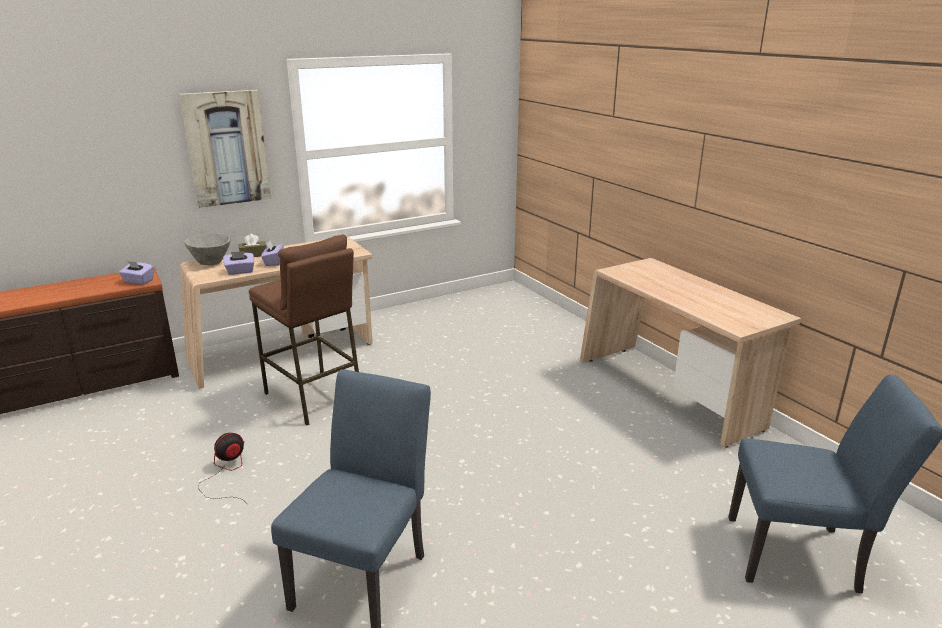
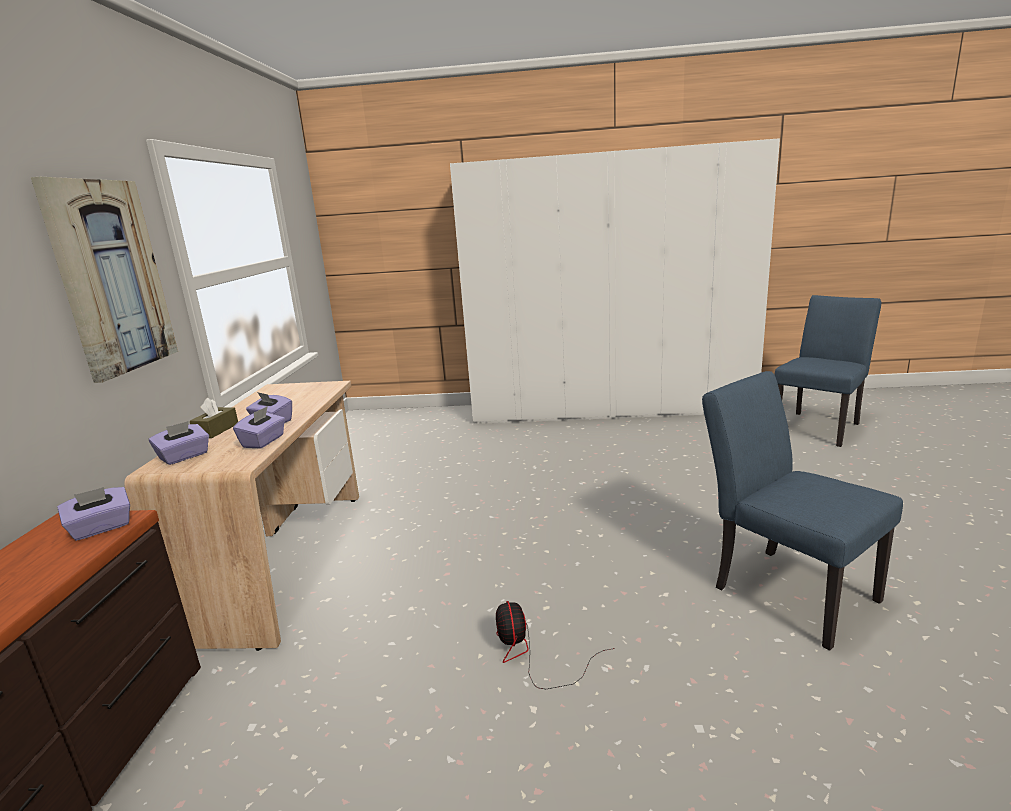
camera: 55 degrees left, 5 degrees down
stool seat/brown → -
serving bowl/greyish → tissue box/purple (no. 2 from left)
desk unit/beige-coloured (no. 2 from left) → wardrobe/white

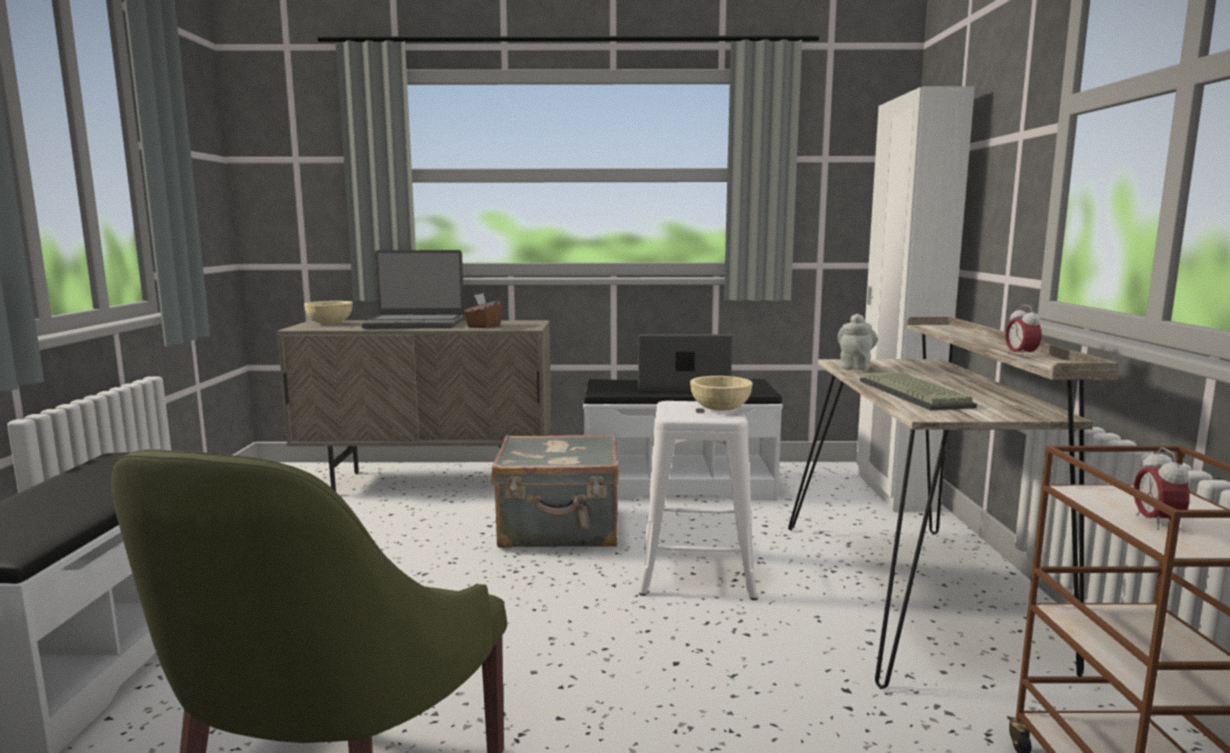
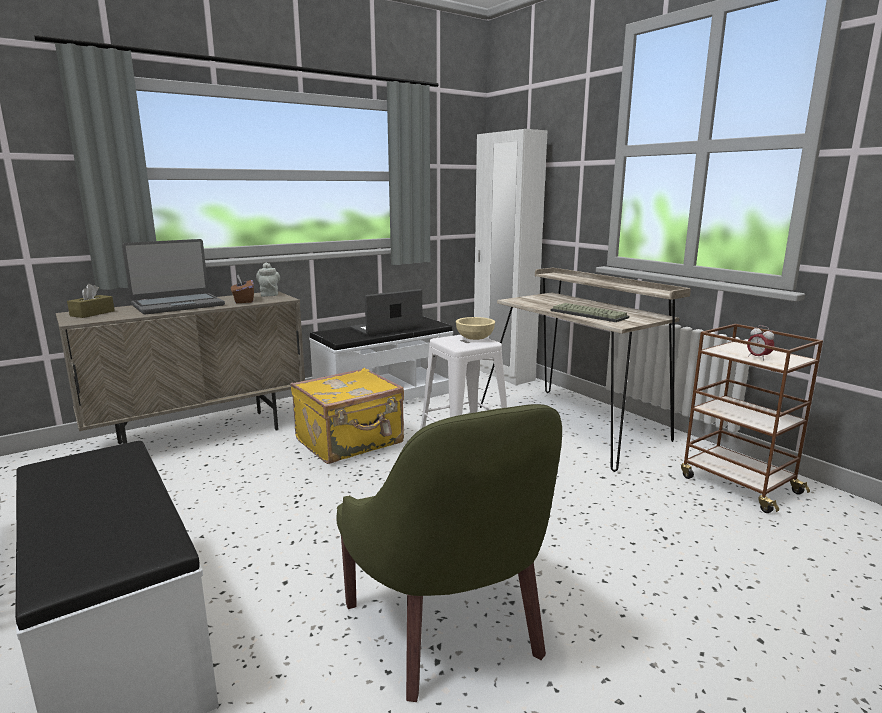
camera: 35 degrees left, 5 degrees up
table clock (no. 1 from left) → -
tea pot/greyish, relocated
serving bowl/beige-coloured (no. 1 from left) → tissue box/brown (no. 1 from left)
travel case/greyish → travel case/yellow-coloured

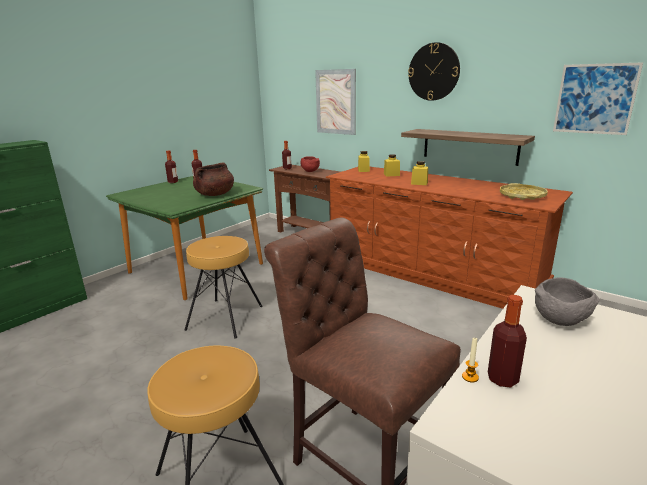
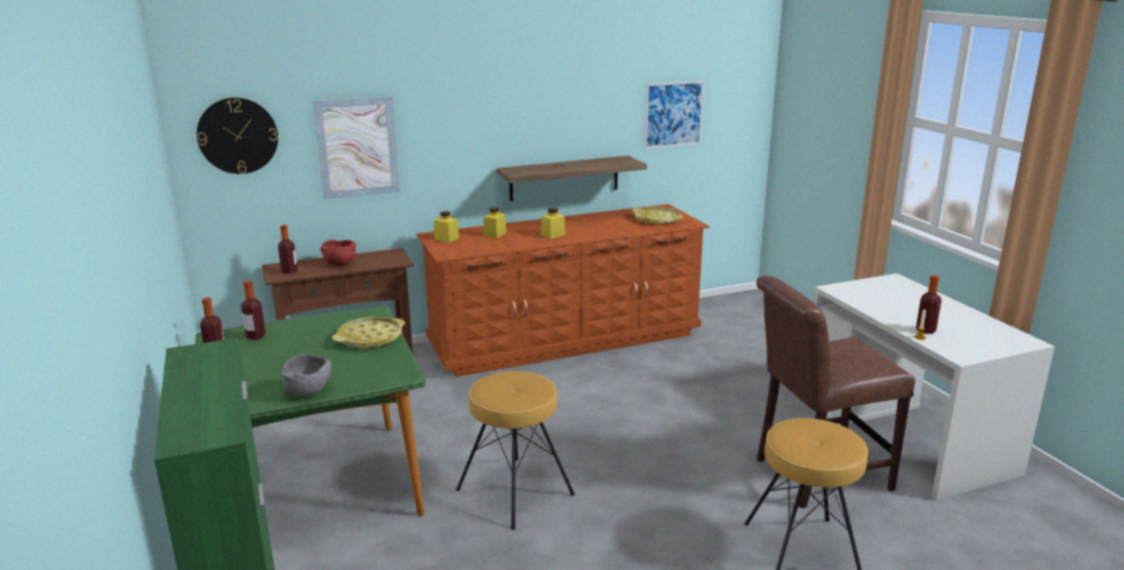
camera: 60 degrees left, 0 degrees up
hanging clock, relocated
serving bowl/greyish, relocated
cooking pot/brown → carrying tray/yellow-coloured (no. 1 from left)

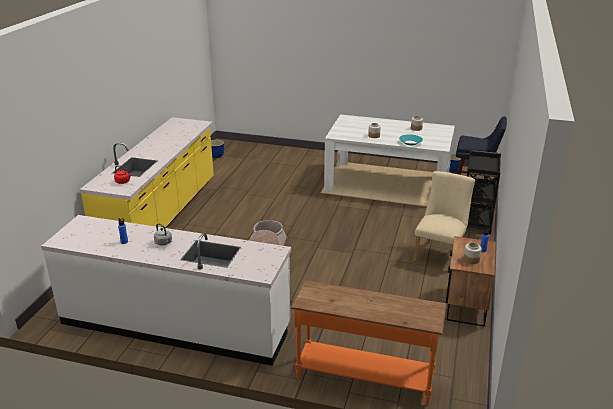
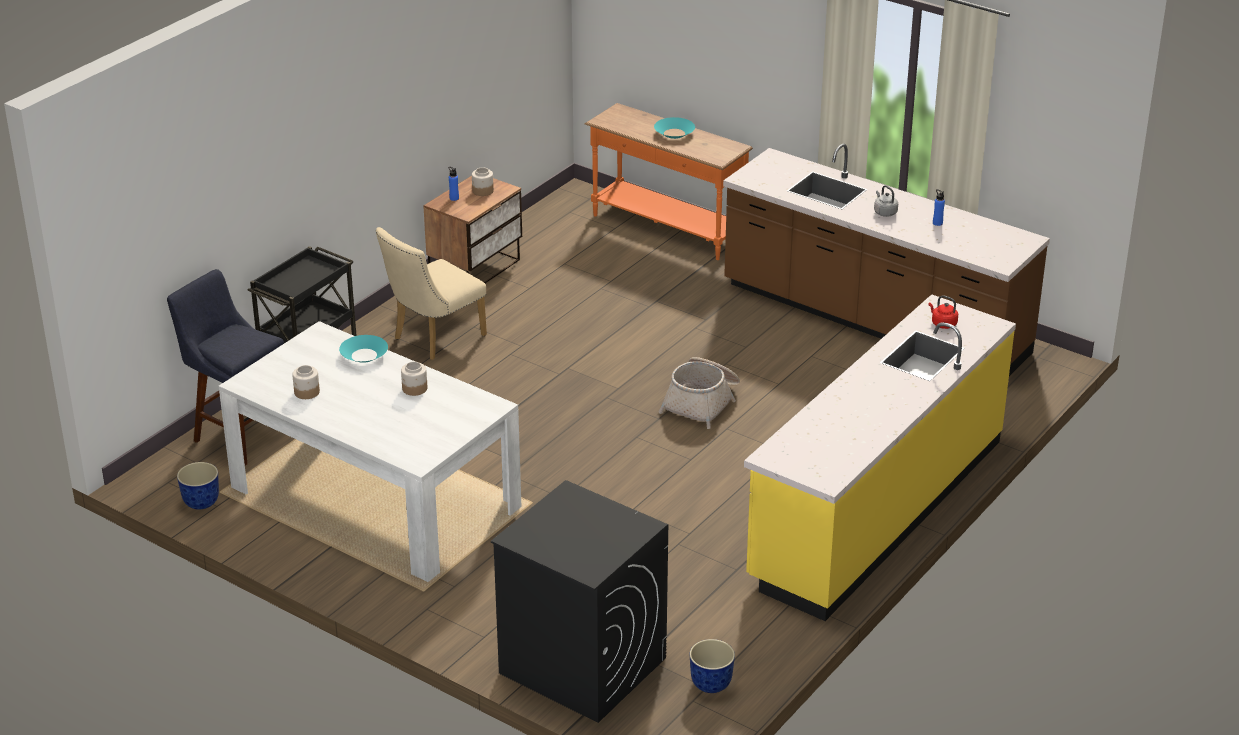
camera: 160 degrees left, 5 degrees up
- → washing machine/blackish
- → serving bowl/blue-green (no. 2 from left)
kitchen counter/white → kitchen counter/brown

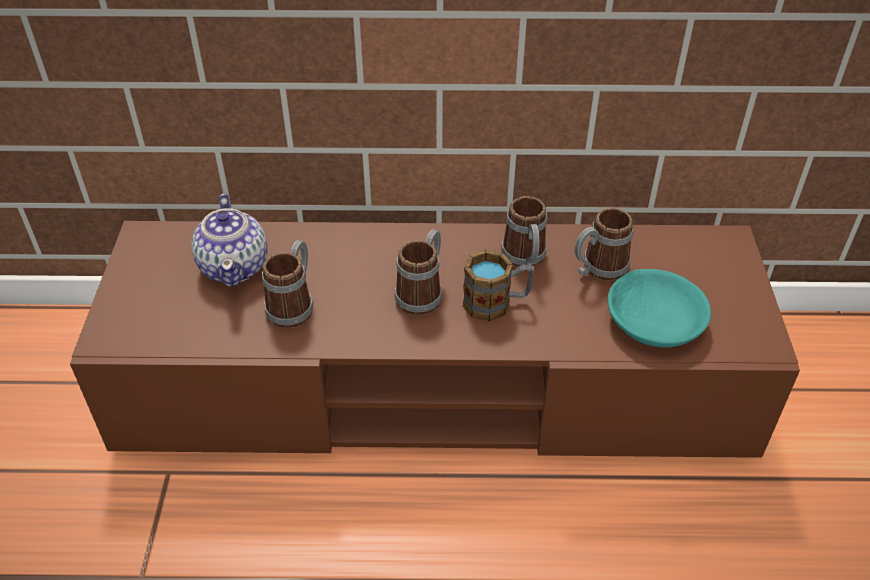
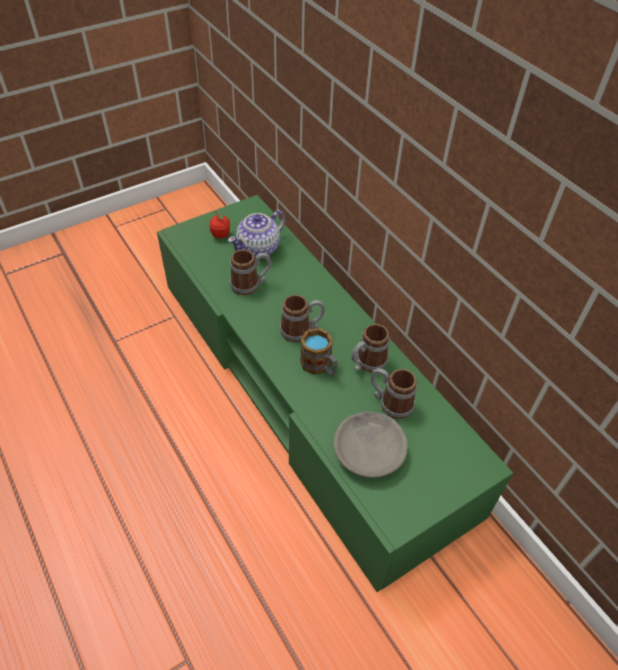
camera: 55 degrees right, 5 degrees up
- → apple fruit
tv stand/brown → tv stand/greenish
serving bowl/blue-green → serving bowl/greyish

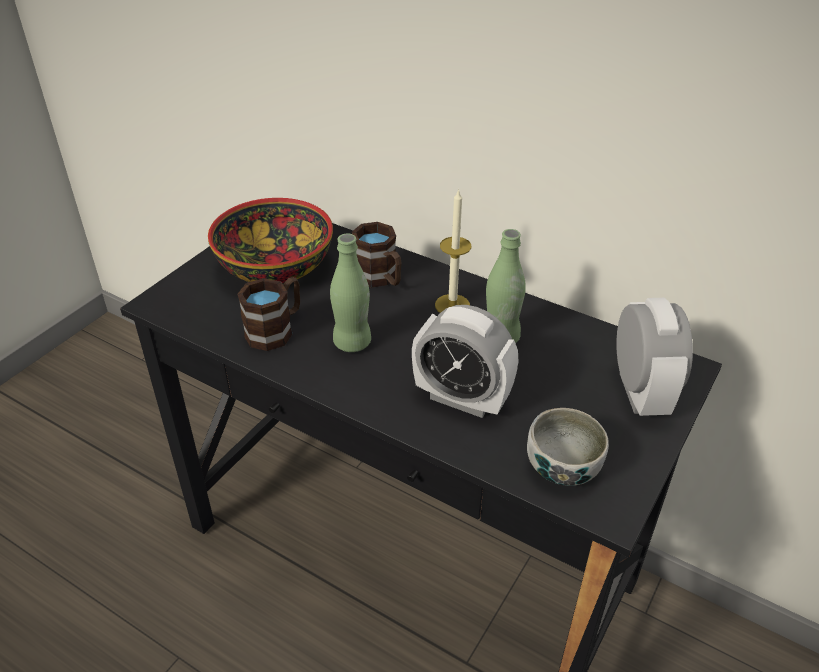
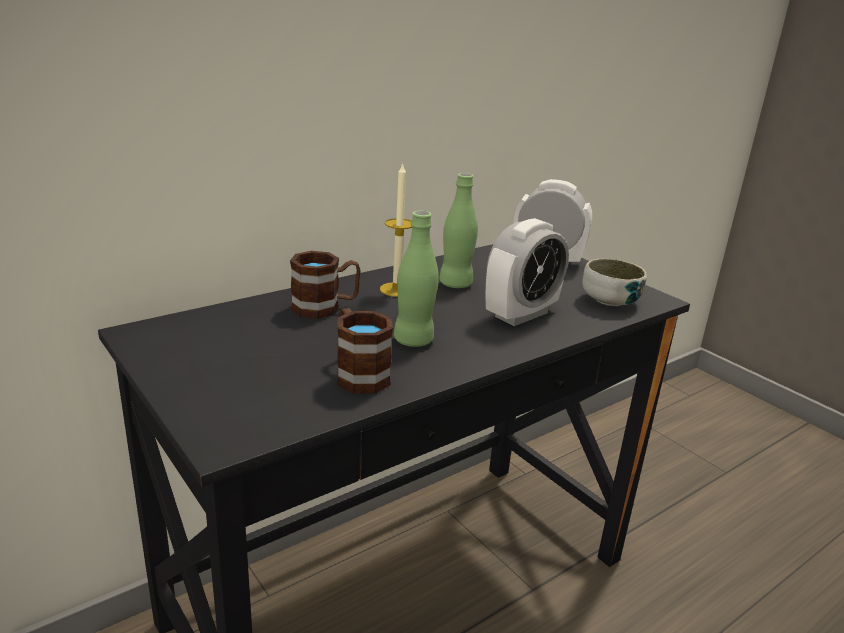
camera: 70 degrees left, 15 degrees down
serving bowl (no. 1 from left) → -

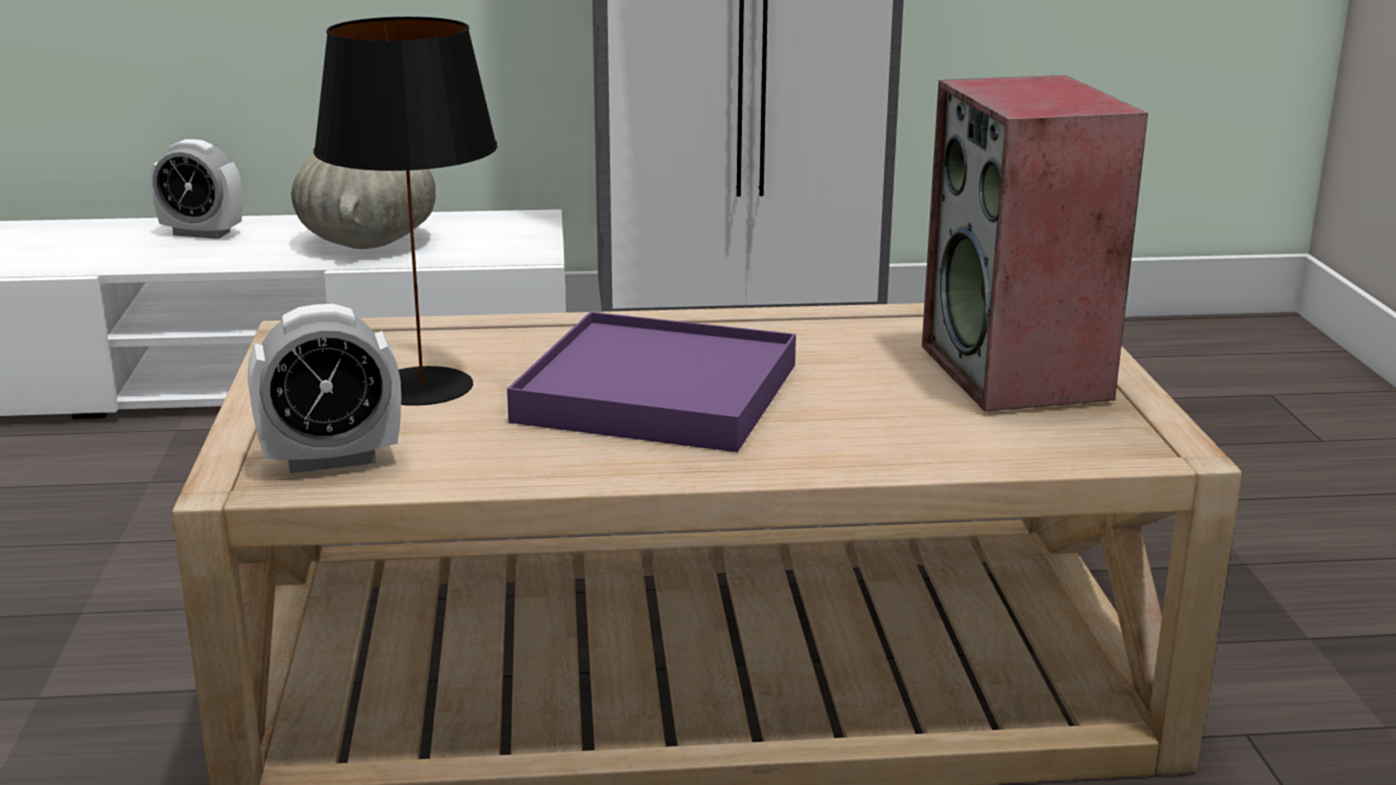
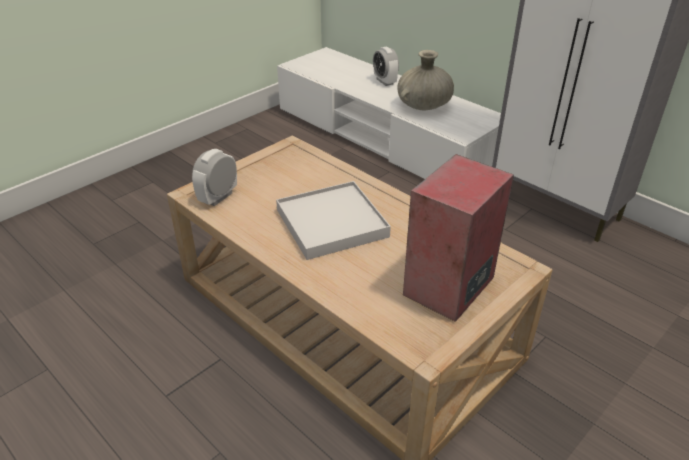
camera: 50 degrees right, 15 degrees up
lamp for a table/blackish → -
carrying tray/purple → carrying tray/white
table clock (no. 2 from left in the first image) → table clock (no. 1 from left), 90 degrees clockwise

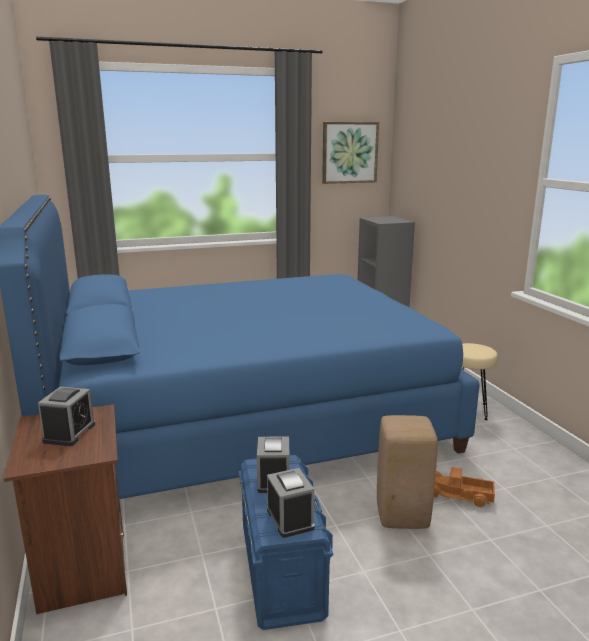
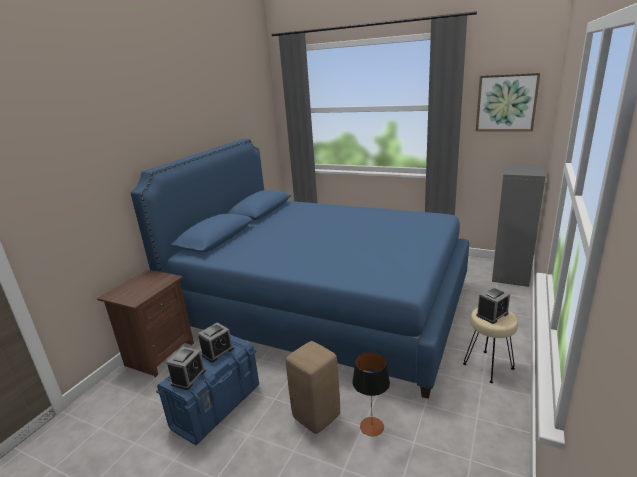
camera: 45 degrees right, 5 degrees up
table clock (no. 1 from left in the first image) → table clock (no. 3 from left), relocated
toy lorry → lamp for a table

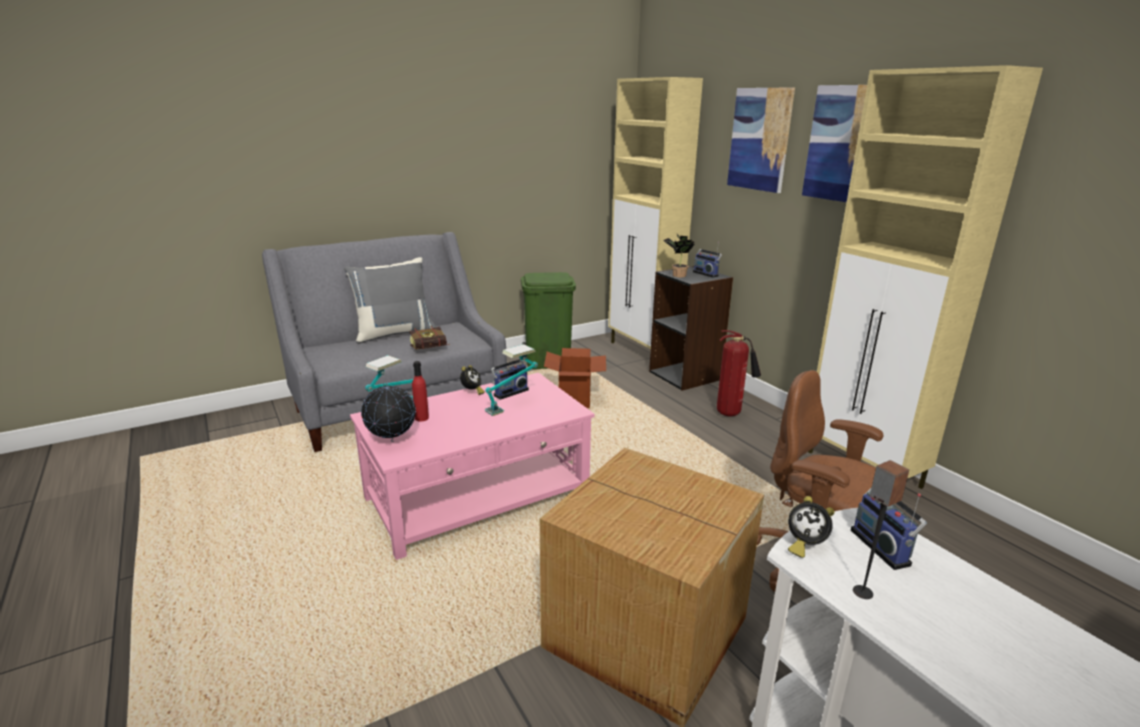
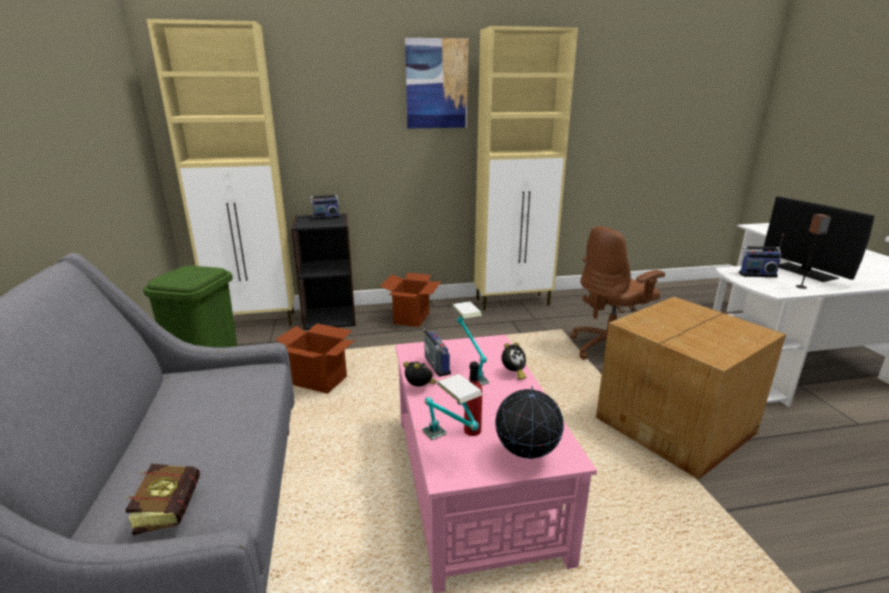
camera: 70 degrees left, 0 degrees up
pillow/greyish → -
houseplant → -
wall picture (no. 1 from left) → -
- → computer display
bound book, relocated
table clock (no. 2 from left), relocated
fire-fighting cylinder → cardboard box (no. 2 from left)

